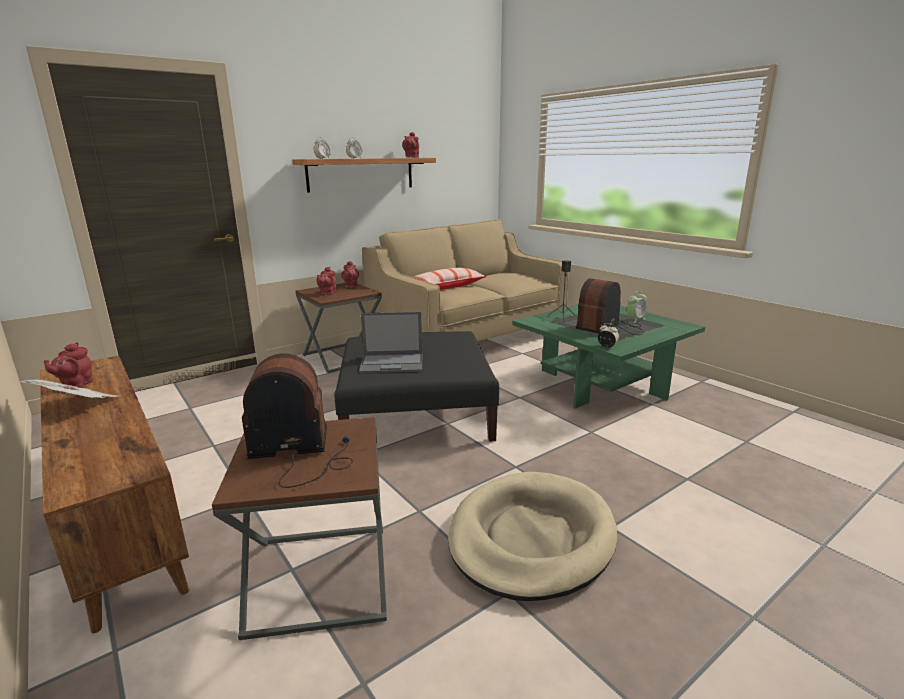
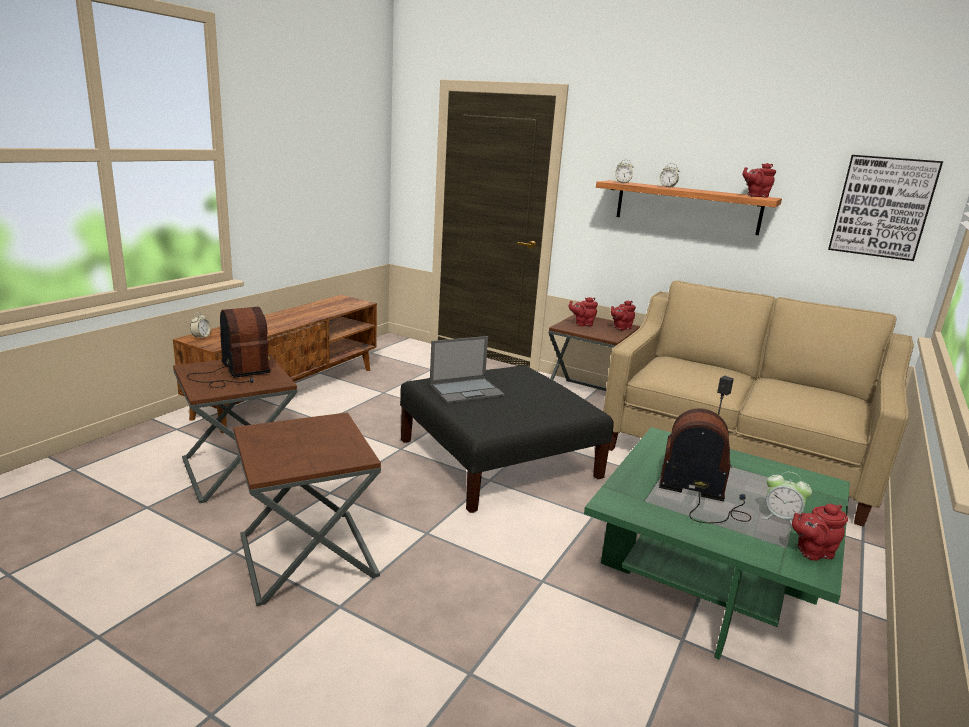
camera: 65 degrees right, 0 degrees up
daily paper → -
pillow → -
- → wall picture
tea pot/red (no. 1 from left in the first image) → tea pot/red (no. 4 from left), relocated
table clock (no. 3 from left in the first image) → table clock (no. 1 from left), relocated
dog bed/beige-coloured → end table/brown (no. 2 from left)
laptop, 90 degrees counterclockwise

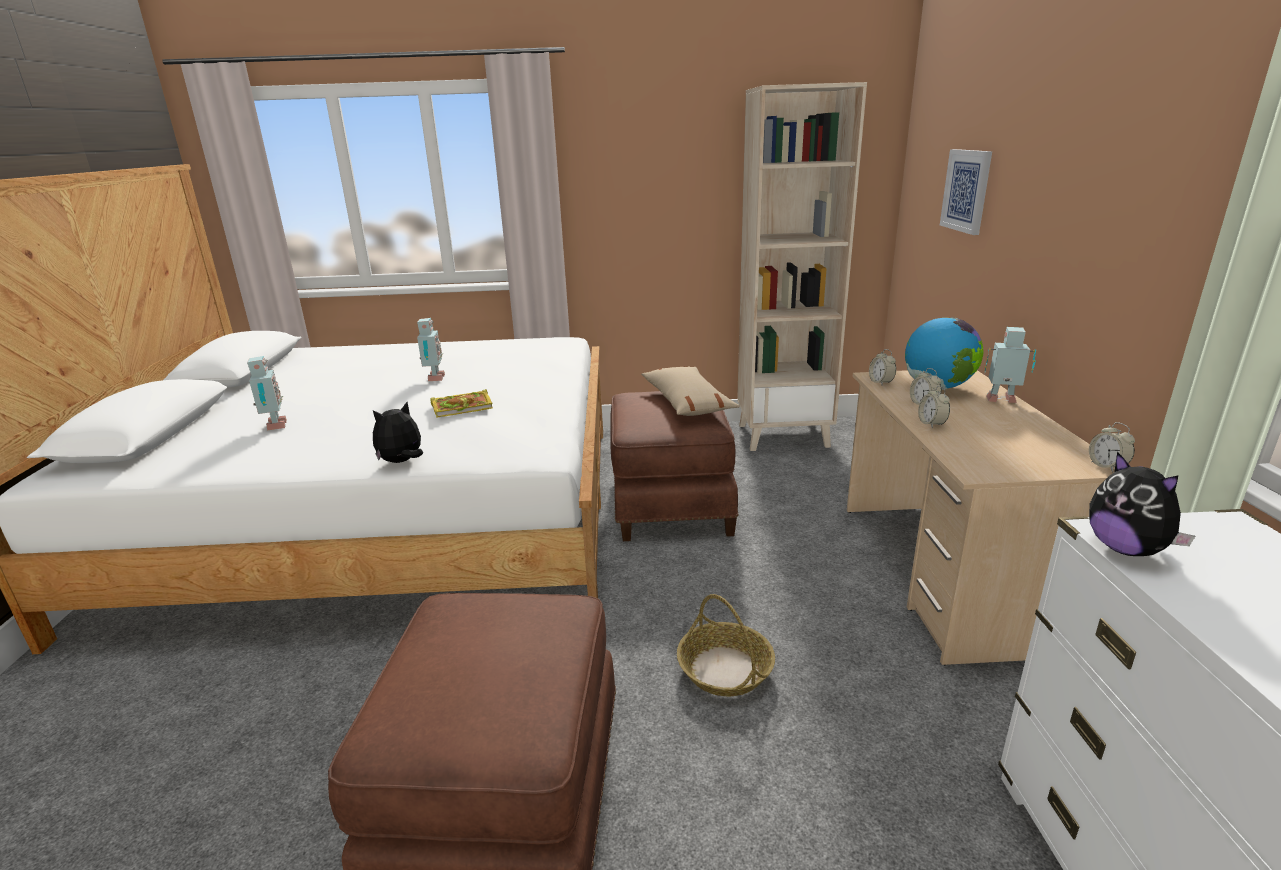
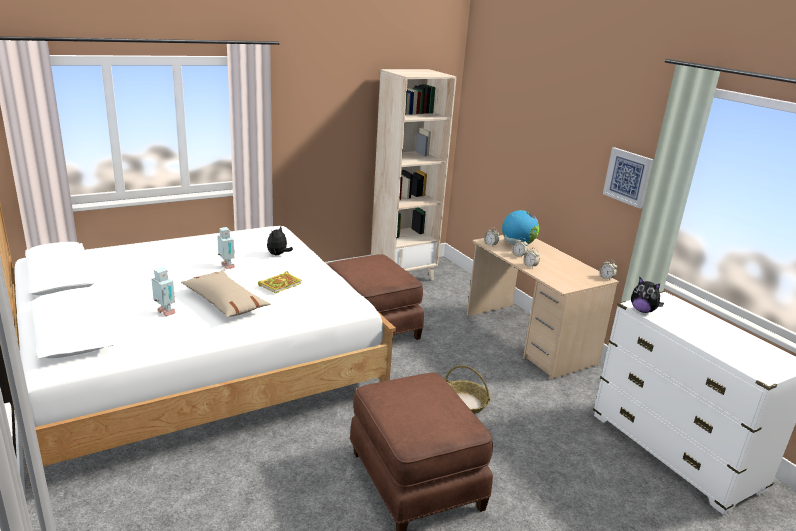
camera: 30 degrees left, 0 degrees up
model robot (no. 3 from left) → -
soft toy (no. 1 from left), relocated
pillow/beige-coloured, relocated
wall picture, relocated

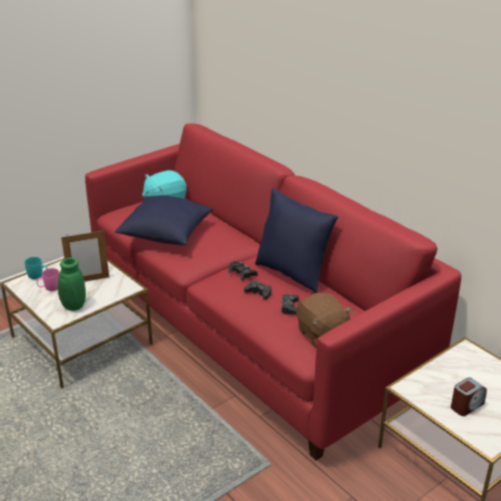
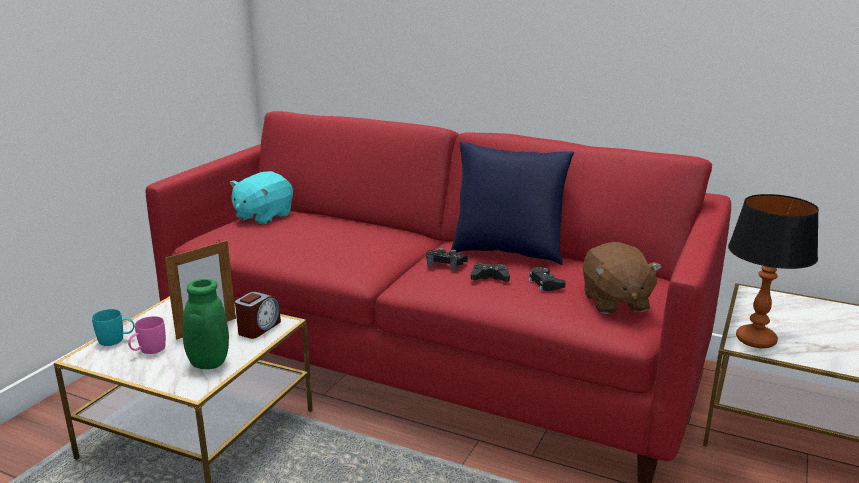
camera: 25 degrees left, 10 degrees down
pillow/blue-coloured (no. 1 from left) → -
- → lamp for a table
table clock, relocated
soft toy/brown, 45 degrees clockwise

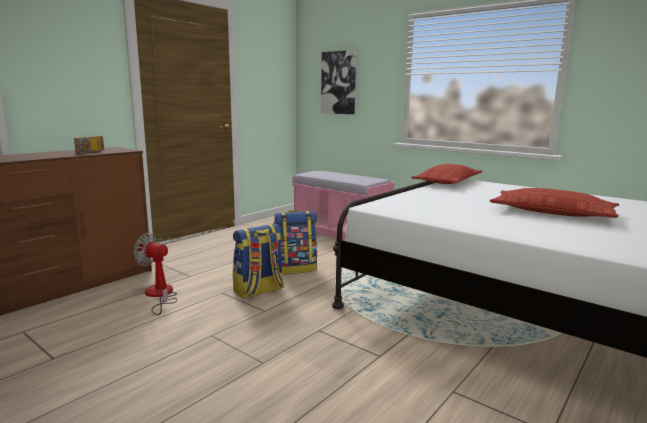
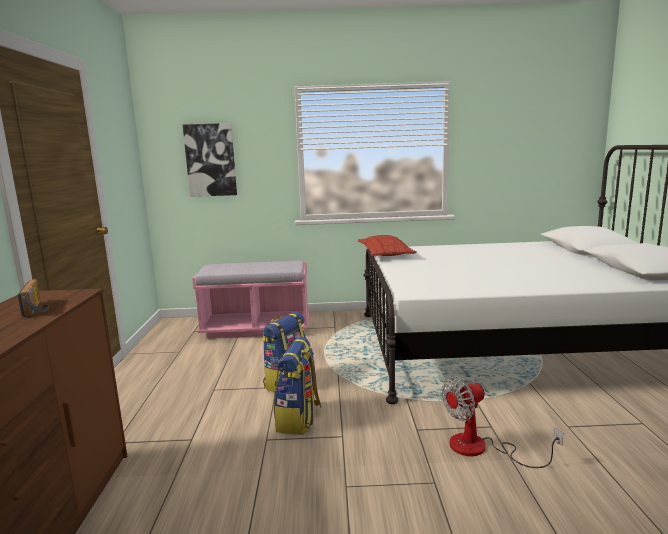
camera: 40 degrees left, 0 degrees up
pillow (no. 2 from left) → -
cooling fan, relocated

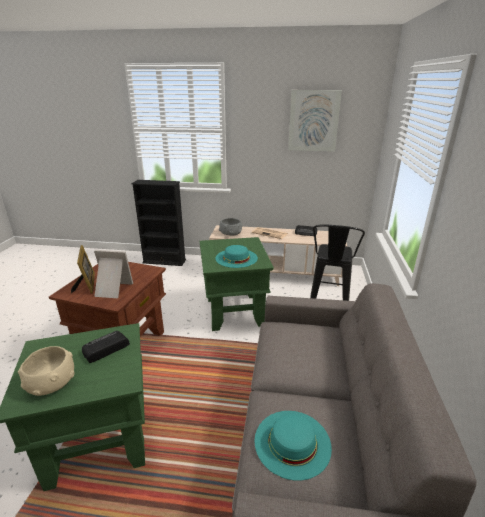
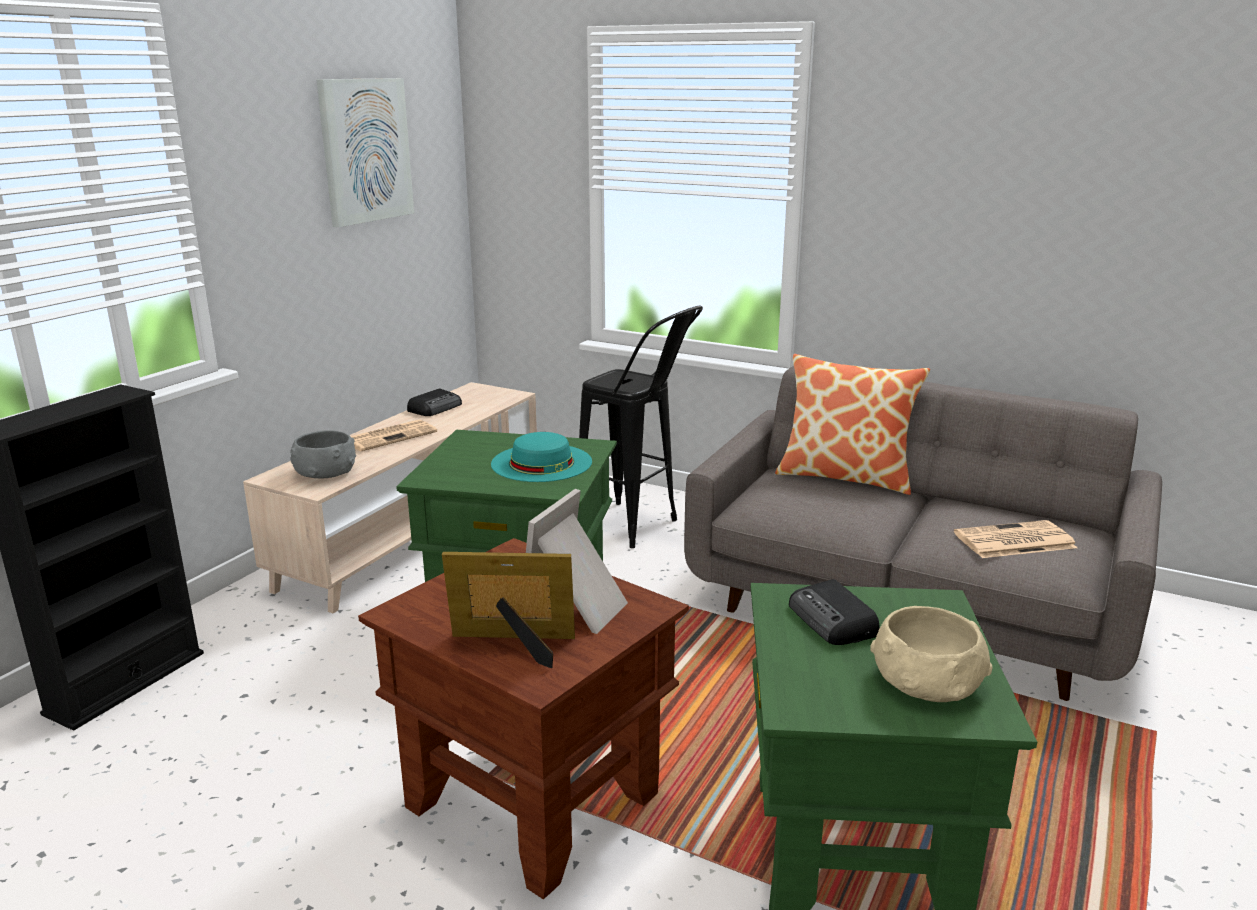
camera: 70 degrees left, 5 degrees down
- → pillow
hat/blue-green (no. 2 from left) → daily paper (no. 2 from left)

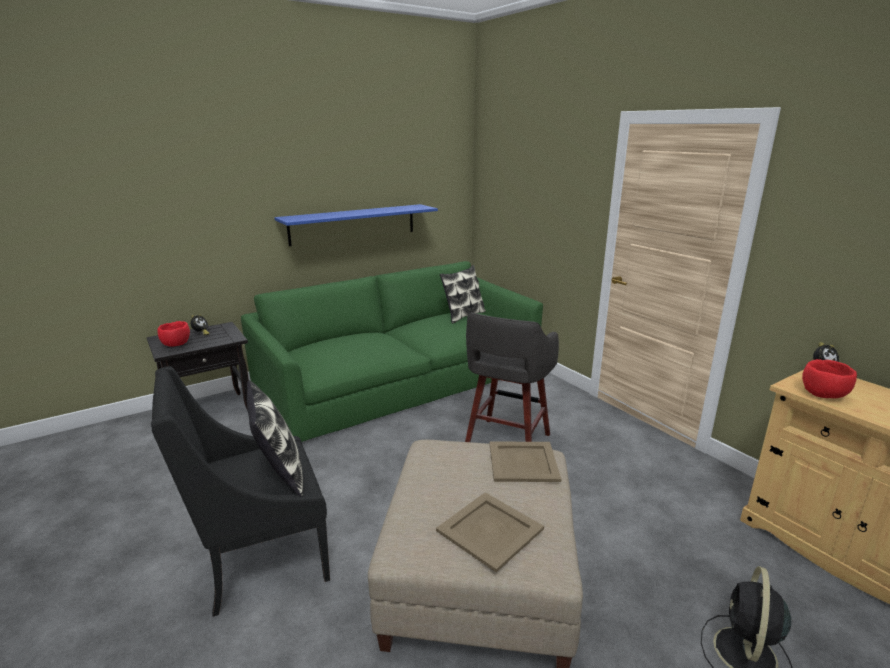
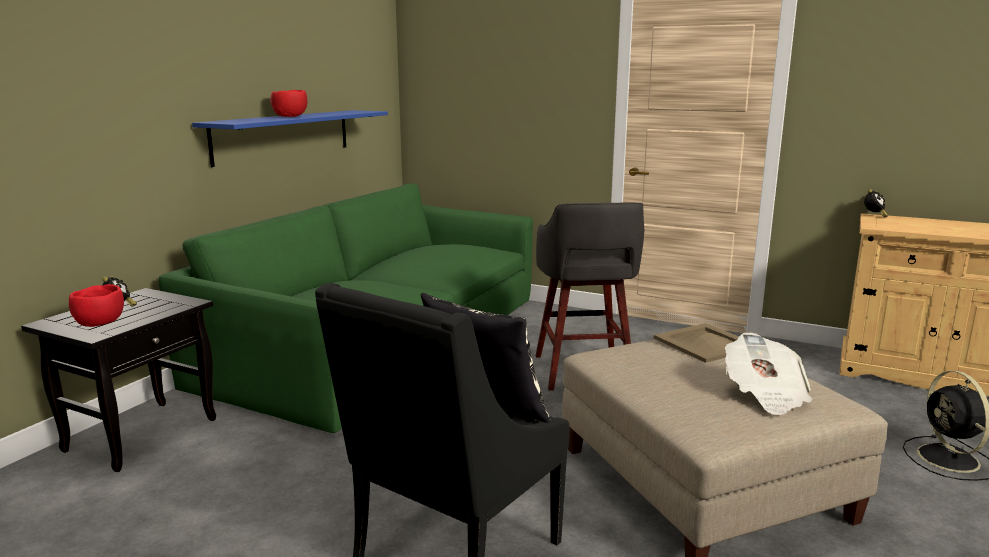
camera: 30 degrees left, 5 degrees down
pillow (no. 2 from left) → -
serving bowl/red (no. 2 from left), relocated
carrying tray/beige-coloured (no. 1 from left) → daily paper

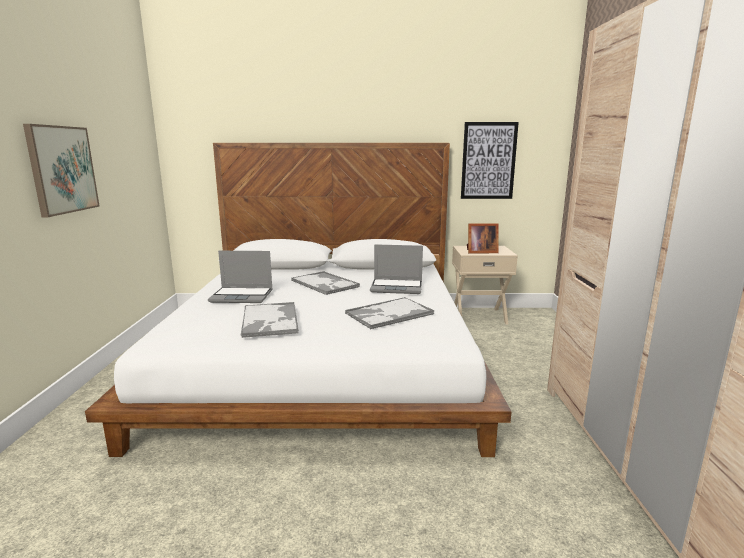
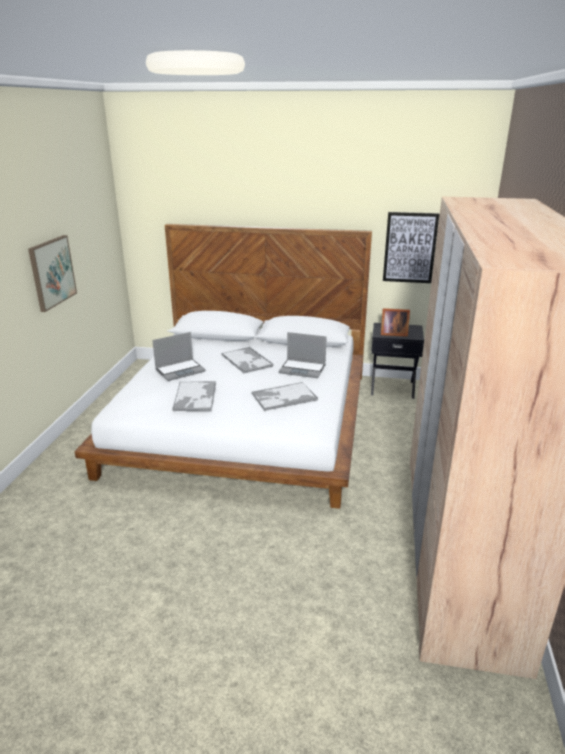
camera: 10 degrees right, 10 degrees up
nightstand/beige-coloured → nightstand/blackish
laptop (no. 1 from left), 45 degrees counterclockwise

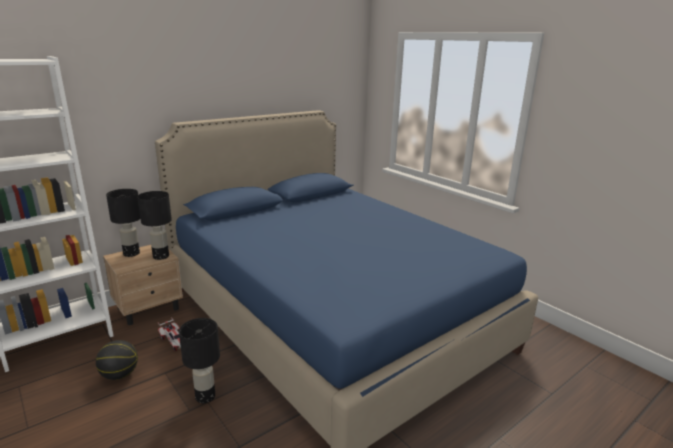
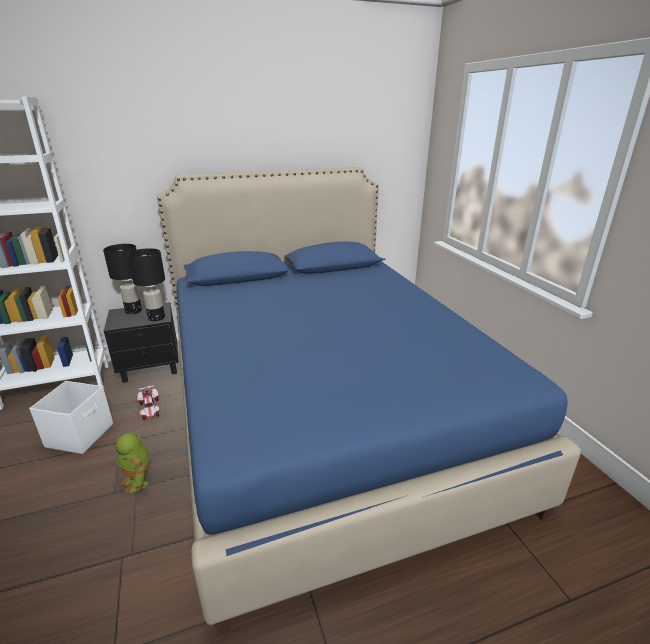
camera: 20 degrees right, 5 degrees up
ball for basketball → storage box/white
lamp for a table/blackish (no. 3 from left) → model robot
nightstand/beige-coloured → nightstand/blackish

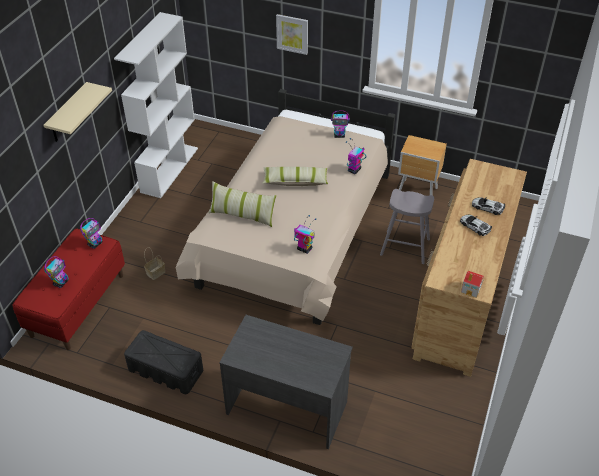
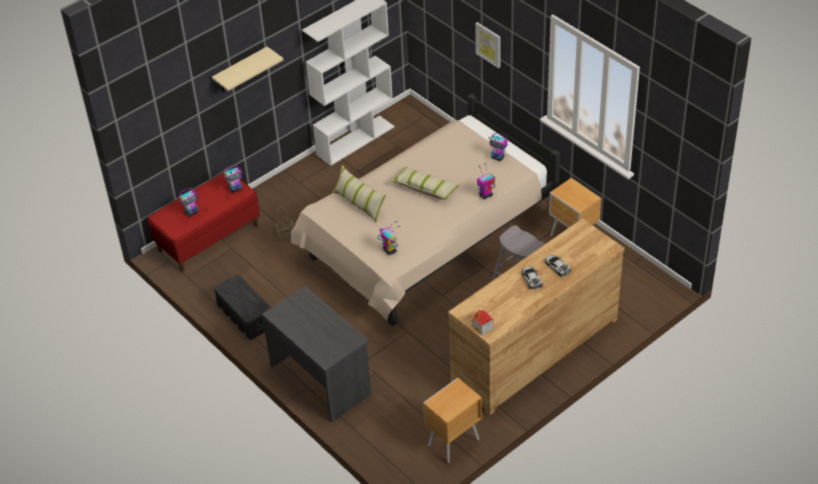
camera: 30 degrees right, 0 degrees up
- → nightstand/brown (no. 1 from left)

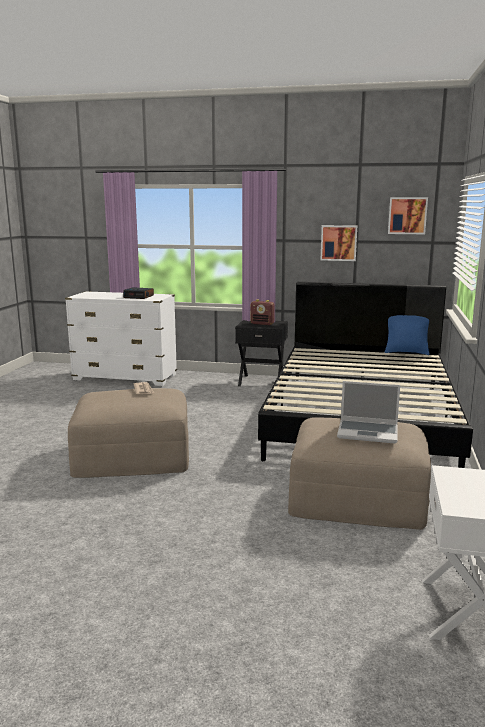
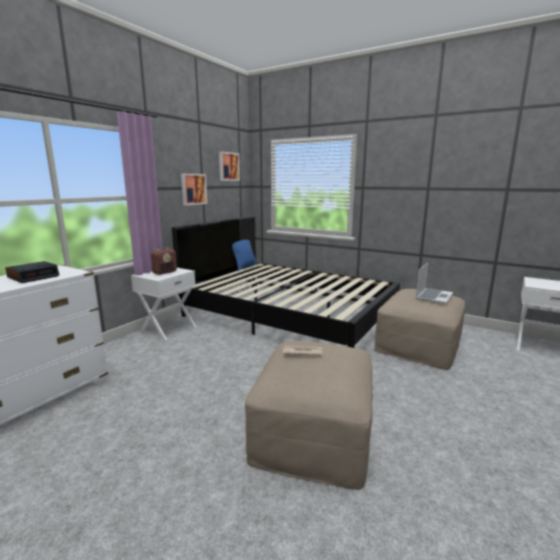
camera: 70 degrees left, 0 degrees up
nightstand/blackish → nightstand/white (no. 1 from left)

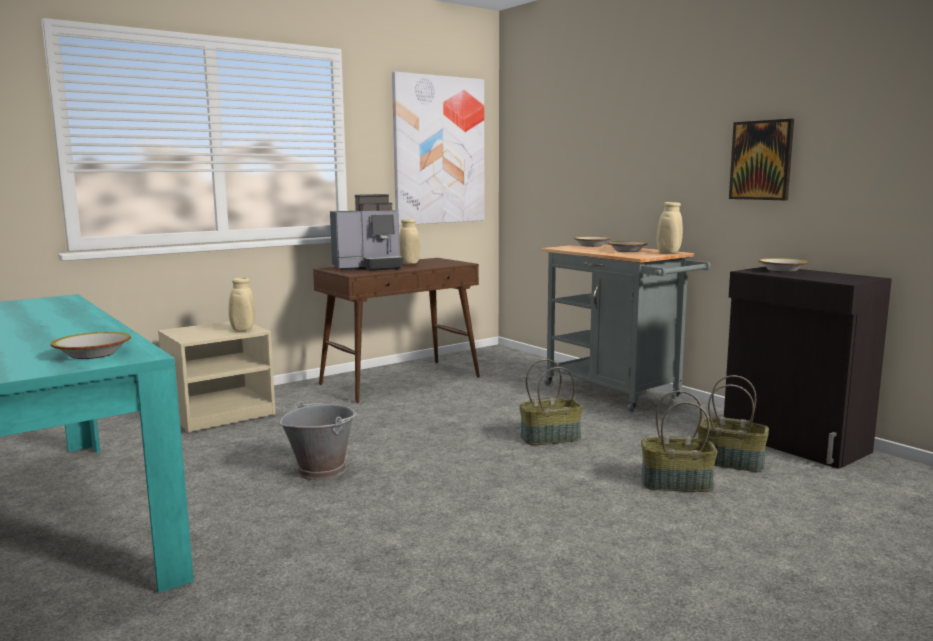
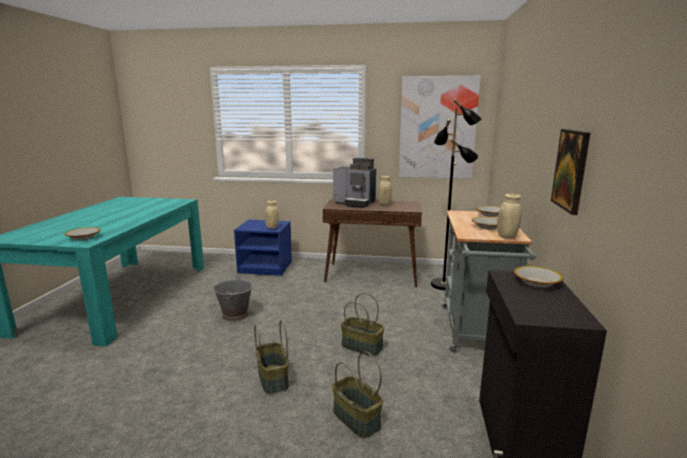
camera: 45 degrees right, 5 degrees up
- → standard lamp/blackish
basket (no. 3 from left in the first image) → basket (no. 1 from left), relocated
nightstand/beige-coloured → nightstand/blue-coloured

